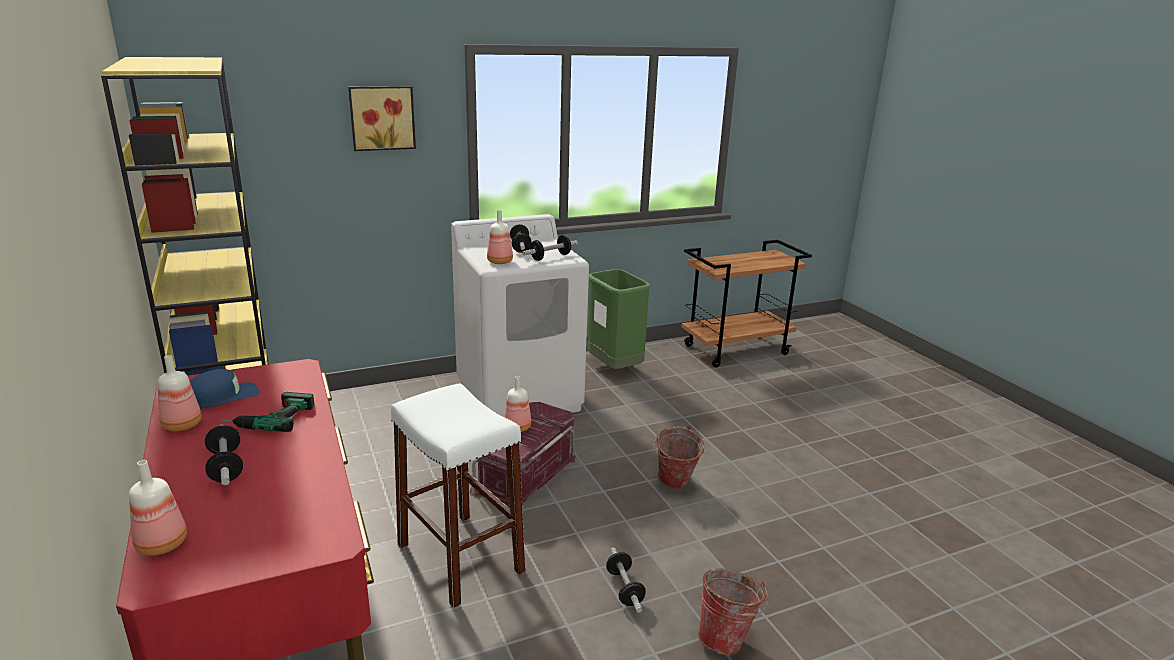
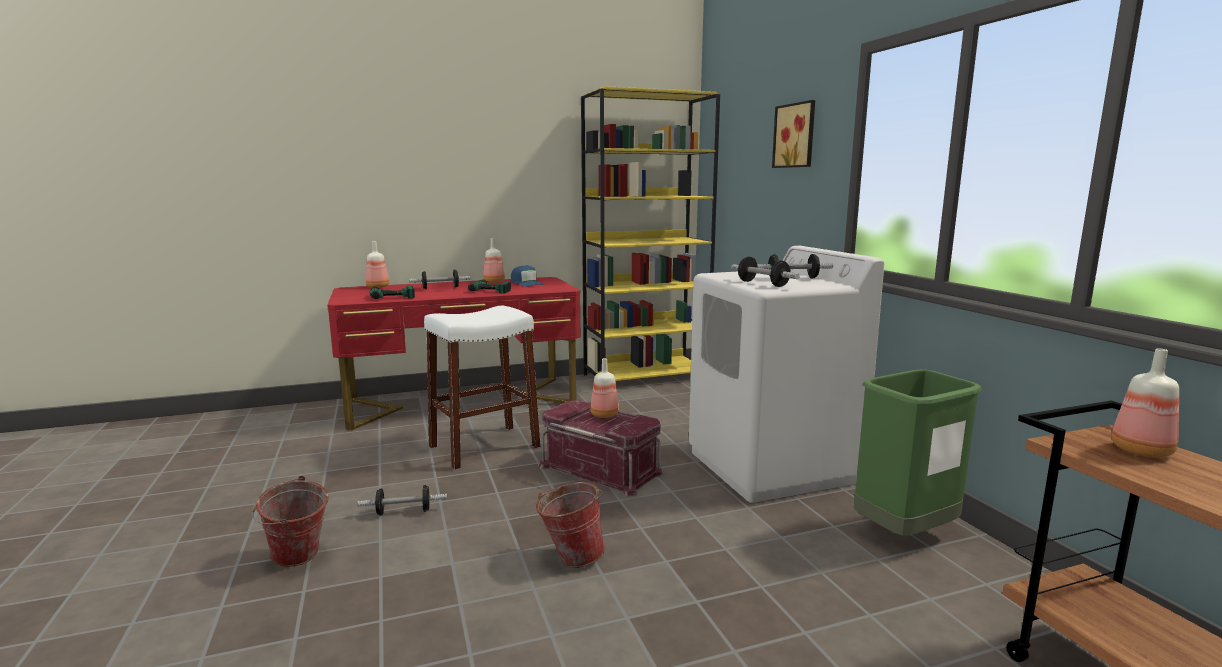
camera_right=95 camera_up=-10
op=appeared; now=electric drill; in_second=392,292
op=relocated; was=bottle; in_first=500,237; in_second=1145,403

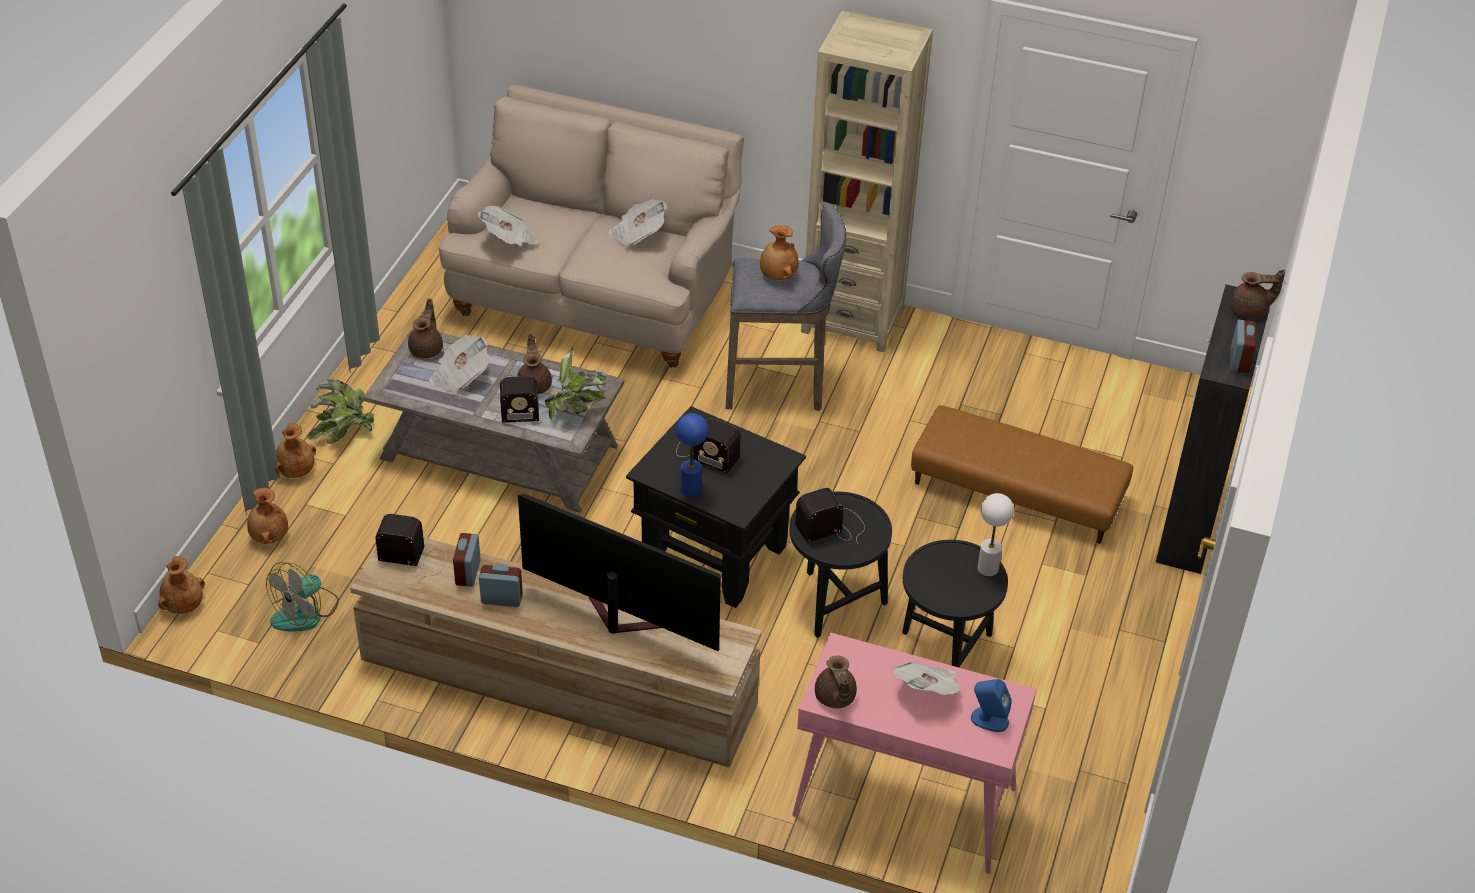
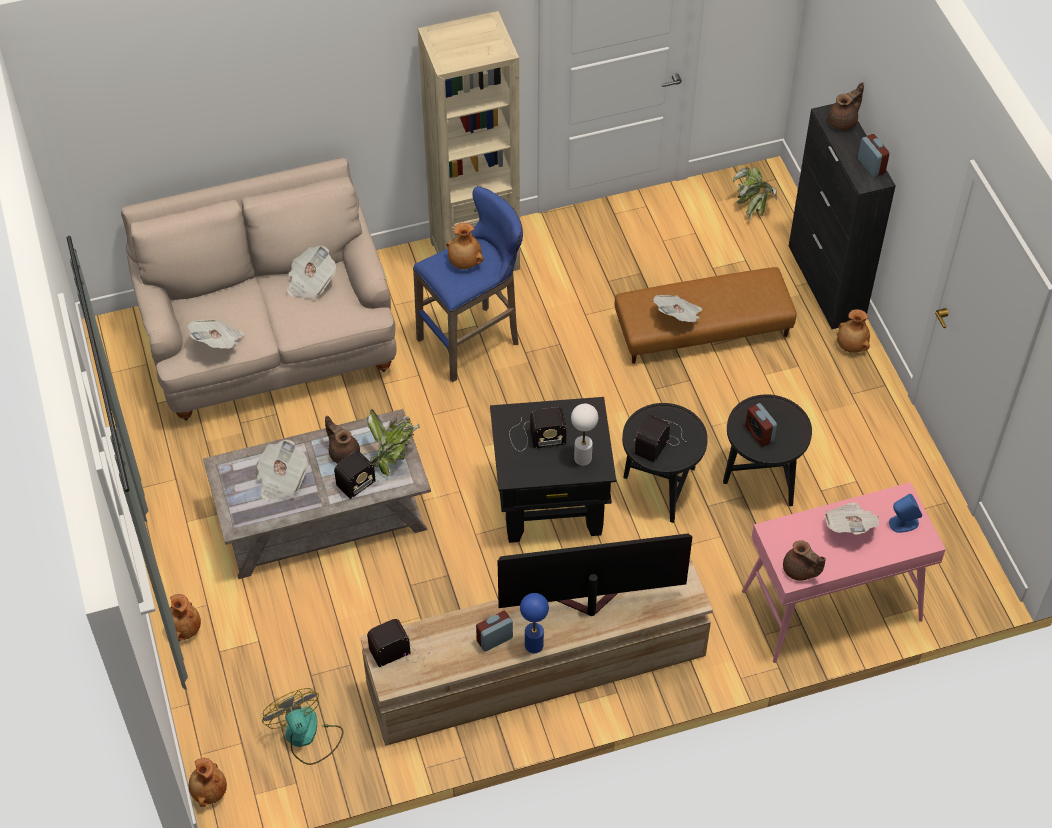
camera_right=-35 camera_up=10
op=spun; was=electric fan; in_first=302,597; in_second=302,726; clockwise=150
op=colour; was=gray stool seat; now=blue-coloured stool seat; in_first=786,307; in_second=468,284
op=relocated; was=blue-coloured tabletop lamp; in_first=692,455; in_second=534,623
op=relocated; was=white-coloured tabletop lamp; in_first=995,534; in_second=584,435
op=appeared; now=daily paper; in_second=677,309
op=relocated; was=plant in a pot; in_first=341,411; in_second=755,193
op=relocated; was=table clock; in_first=467,560; in_second=761,425
op=relocated; was=brown-coloured vase; in_first=267,516; in_second=853,331
op=missing; was=brown-coloured pot for tea; in_first=425,328

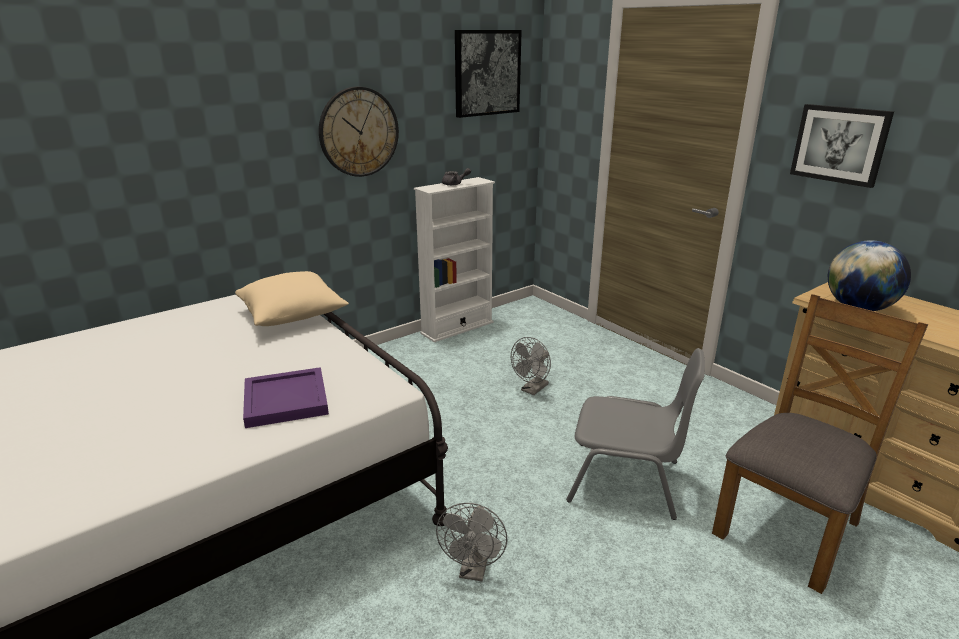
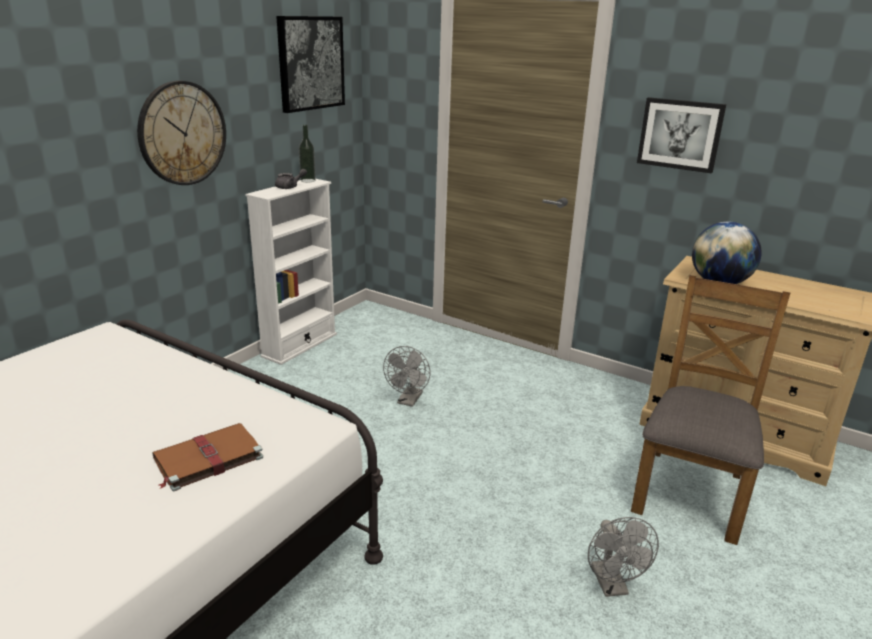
camera_right=-20 camera_up=0
op=exchanged; was=purplish carrying tray; now=brown-coloured book; in_first=286,397; in_second=207,457
op=appeared; now=bottle; in_second=307,153
op=relocated; was=gray electric fan; in_first=471,542; in_second=623,557
op=missing; was=beige-coloured pillow; in_first=292,298
op=missing; was=gray upright chair; in_first=635,434

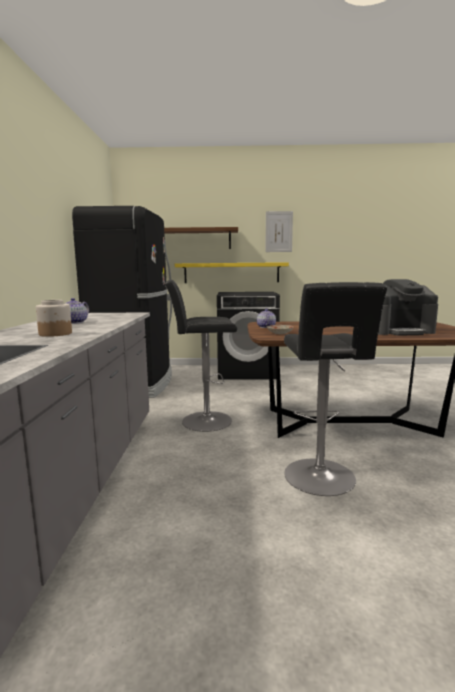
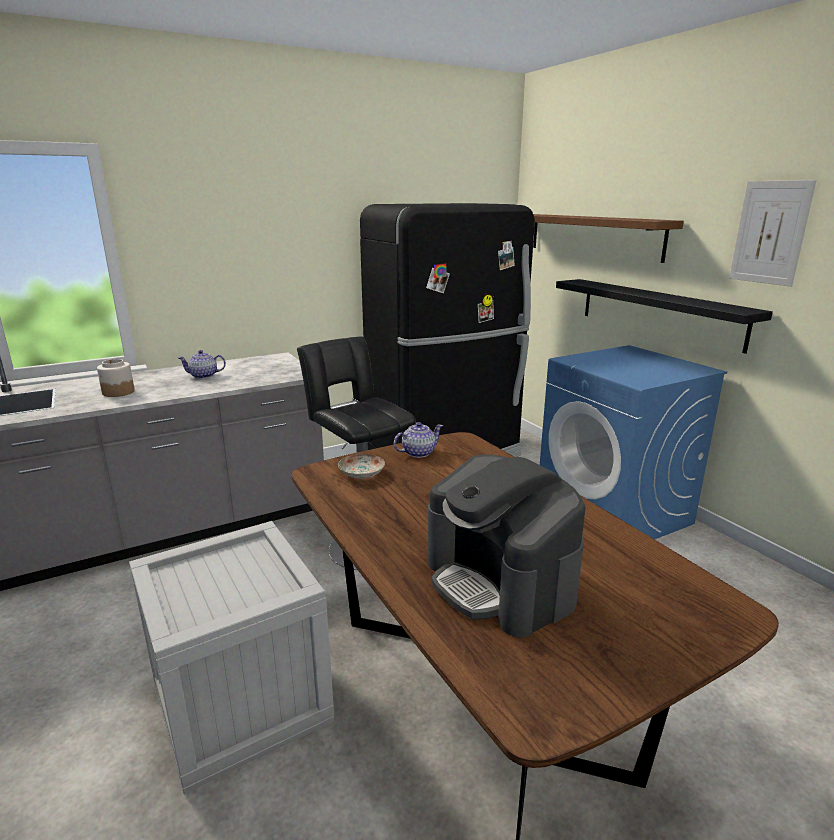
camera_right=60 camera_up=10
op=exchanged; was=black stool seat; now=packing crate; in_first=335,389; in_second=231,657
op=colour; was=black laundry machine; now=blue-coloured laundry machine; in_first=248,336; in_second=633,442
op=colour; was=yellow shelf; now=black shelf; in_first=232,272; in_second=664,316

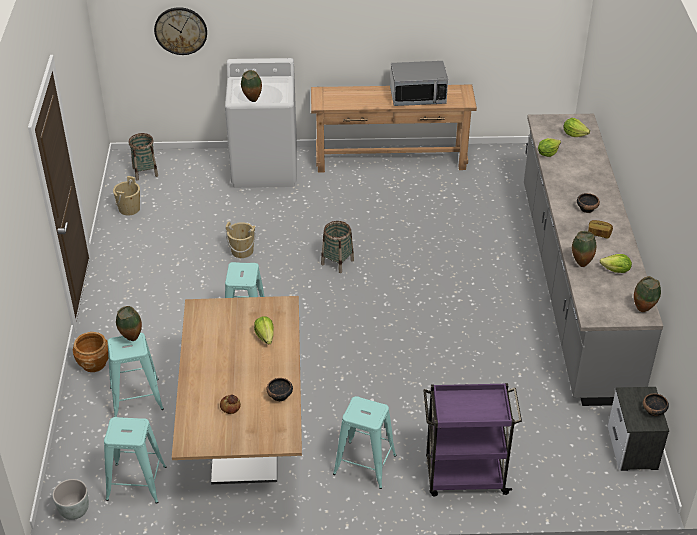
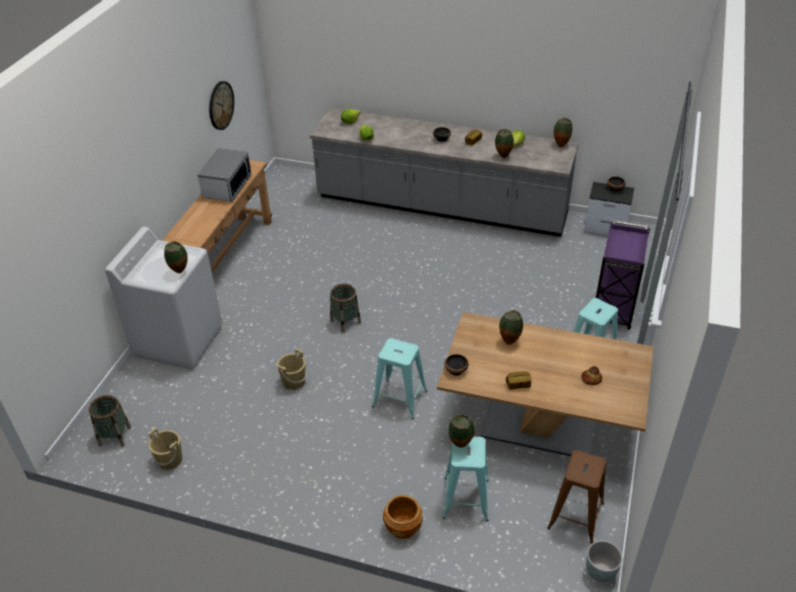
camera_right=-70 camera_up=0
op=relocated; was=wall clock; in_first=180,31; in_second=221,105
op=relocated; was=bowl; in_first=279,389; in_second=457,365
op=exchanged; was=lettuce head; now=vase; in_first=264,331; in_second=511,327
op=appeared; now=bread; in_second=518,380
op=colour; was=blue-green stool seat; now=brown-coloured stool seat; in_first=135,460; in_second=576,497

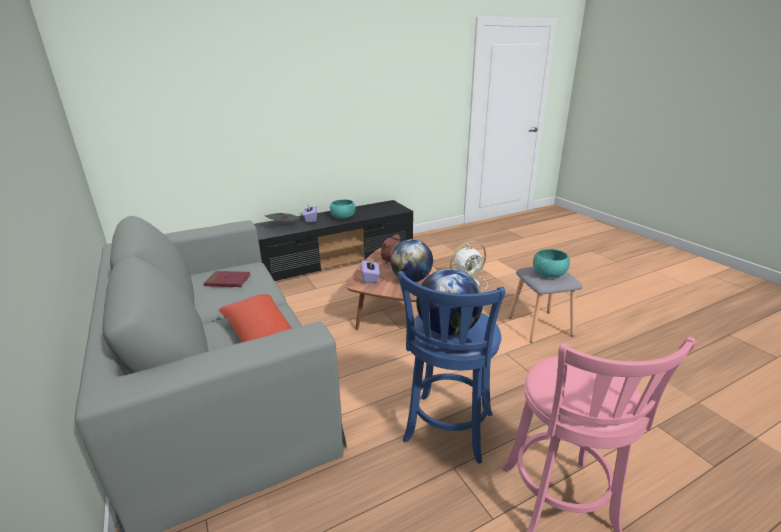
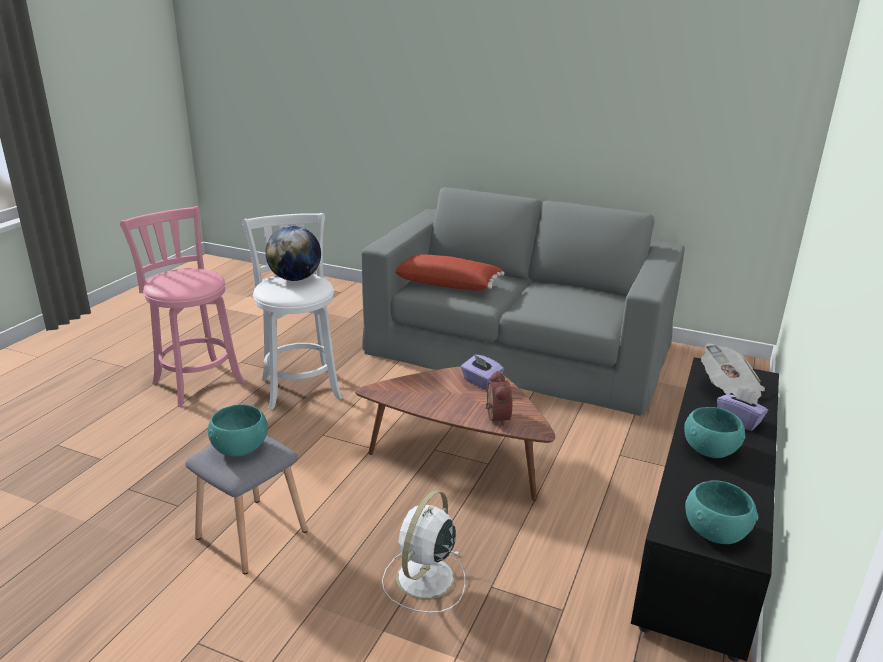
camera_right=140 camera_up=0
op=colour; was=blue-coloured stool seat; now=white-coloured stool seat; in_first=451,367; in_second=292,311
op=appeared; now=blue-green bowl; in_second=722,512
op=missing; was=reddish book; in_first=227,279
op=missing; was=world globe; in_first=411,260

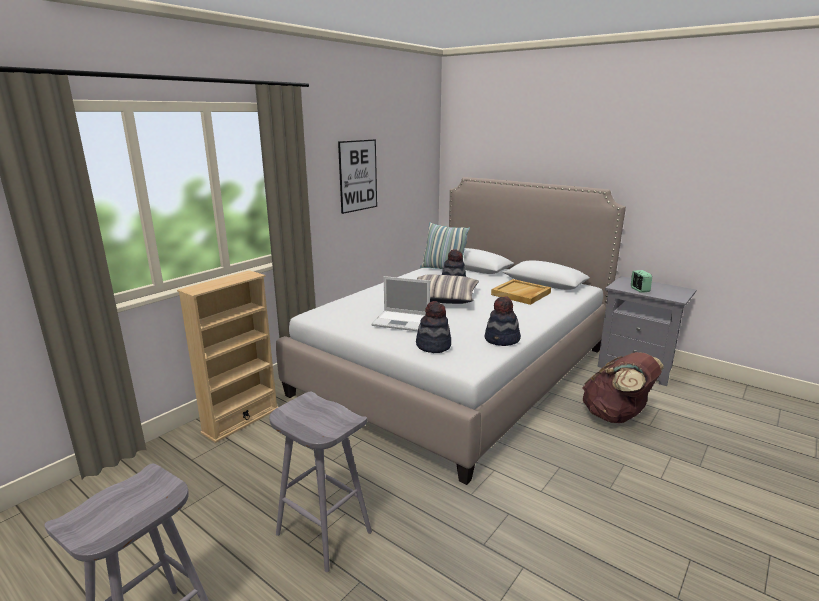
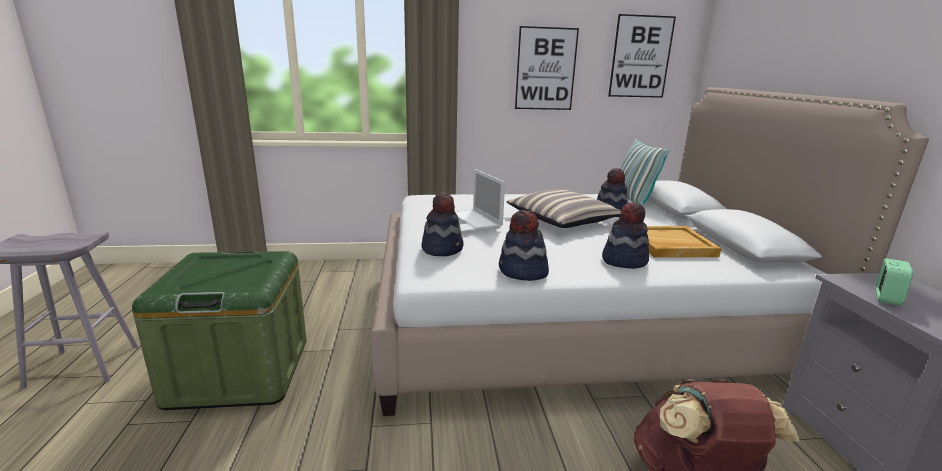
camera_right=45 camera_up=0
op=exchanged; was=gray stool seat; now=greenish storage bin; in_first=320,482; in_second=219,330
op=appeared; now=wearable hat; in_second=625,235
op=appeared; now=picture; in_second=642,56
op=missing; was=beige-coloured bookcase; in_first=227,356

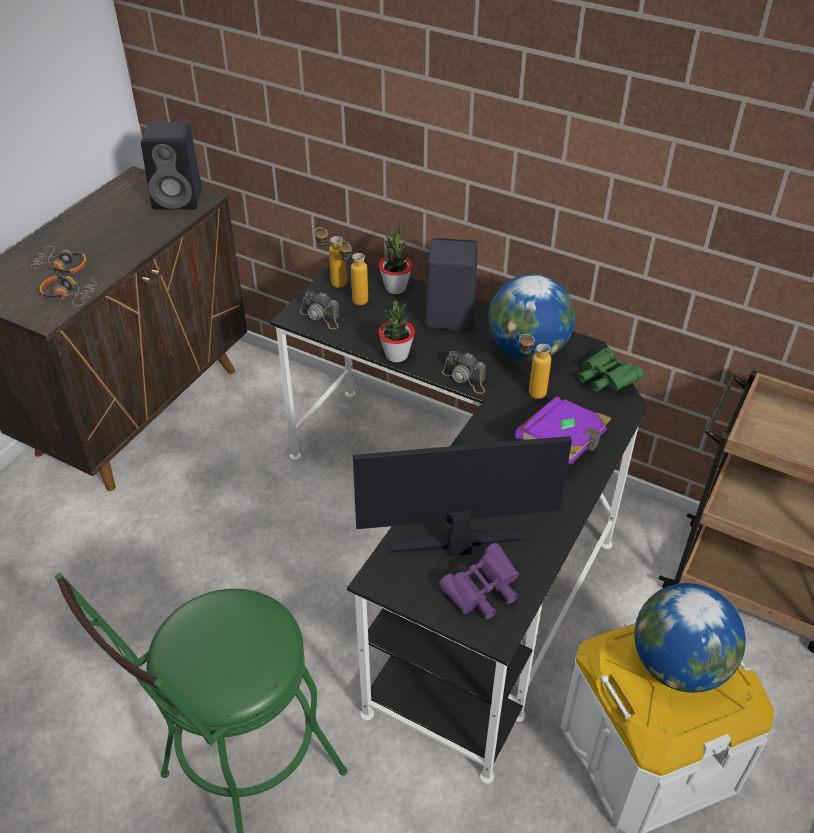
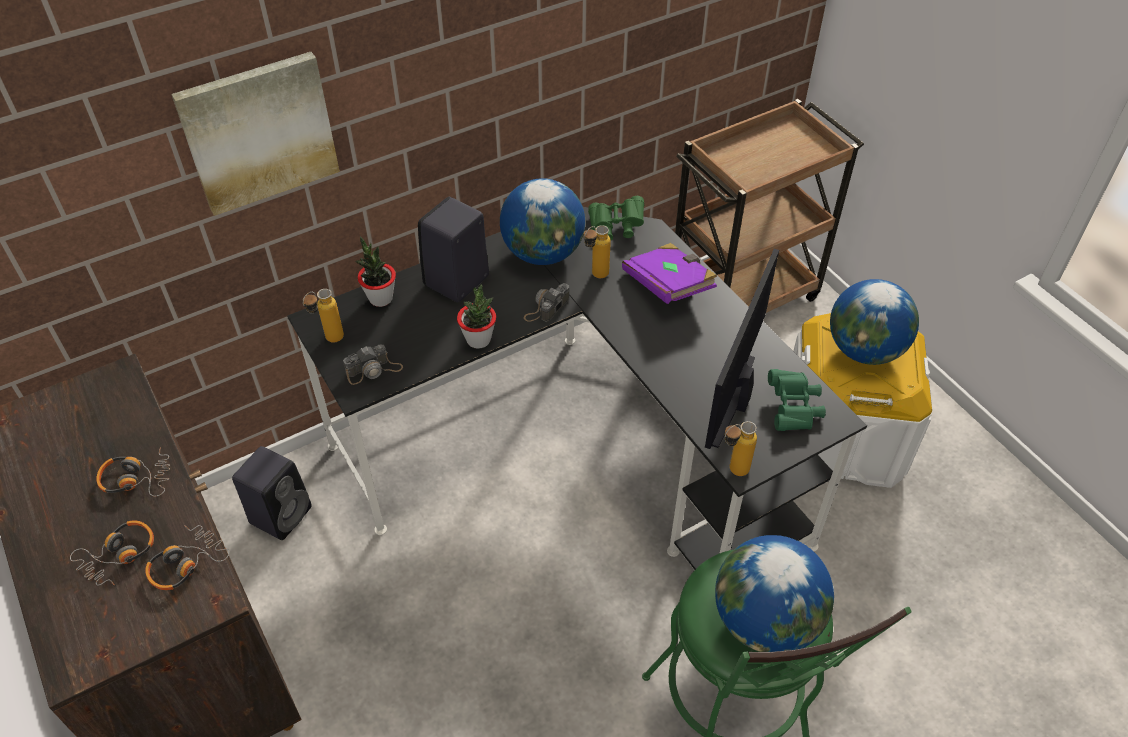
camera_right=-60 camera_up=5
op=appeared; now=pair of headphones; in_second=133,472
op=appeared; now=picture; in_second=255,134
op=relocated; was=black speaker; in_first=171,166; in_second=272,493
op=spun; was=still camera; in_first=464,372; in_second=546,302; clockwise=150
op=appeared; now=world globe; in_second=774,593
op=relocated; was=bottle; in_first=353,273; in_second=740,448
op=colour; was=purplish pair of binoculars; now=greenish pair of binoculars; in_first=479,581; in_second=797,400

